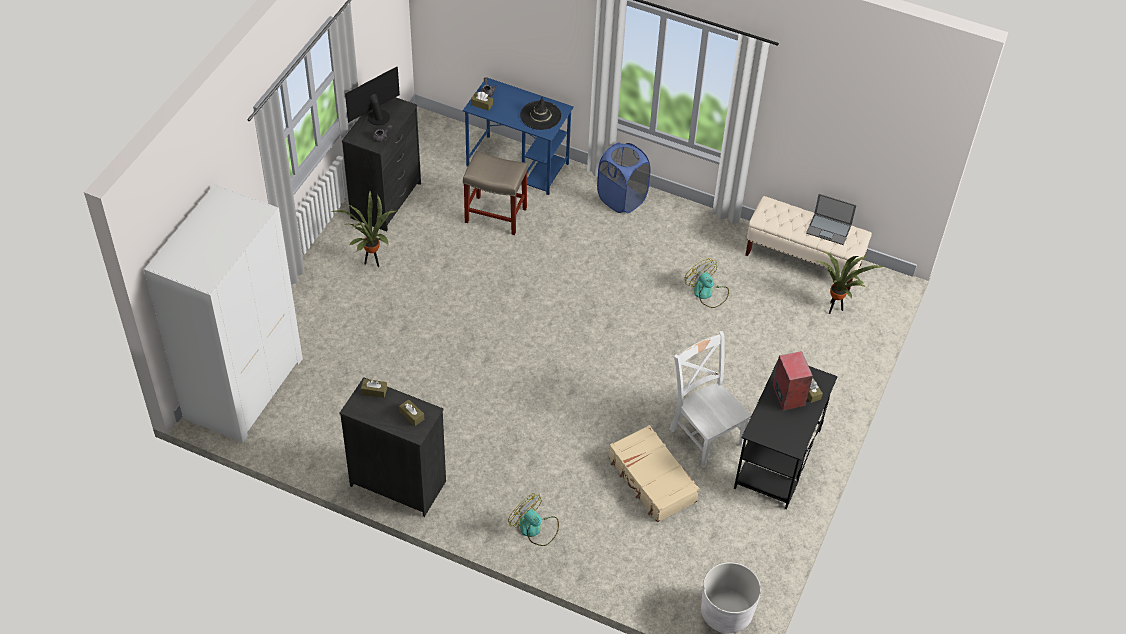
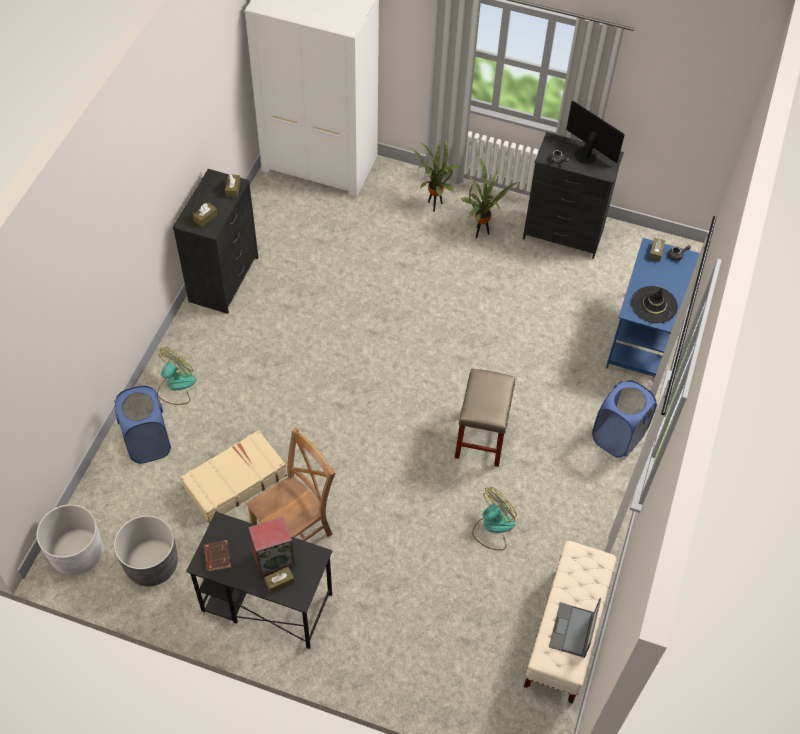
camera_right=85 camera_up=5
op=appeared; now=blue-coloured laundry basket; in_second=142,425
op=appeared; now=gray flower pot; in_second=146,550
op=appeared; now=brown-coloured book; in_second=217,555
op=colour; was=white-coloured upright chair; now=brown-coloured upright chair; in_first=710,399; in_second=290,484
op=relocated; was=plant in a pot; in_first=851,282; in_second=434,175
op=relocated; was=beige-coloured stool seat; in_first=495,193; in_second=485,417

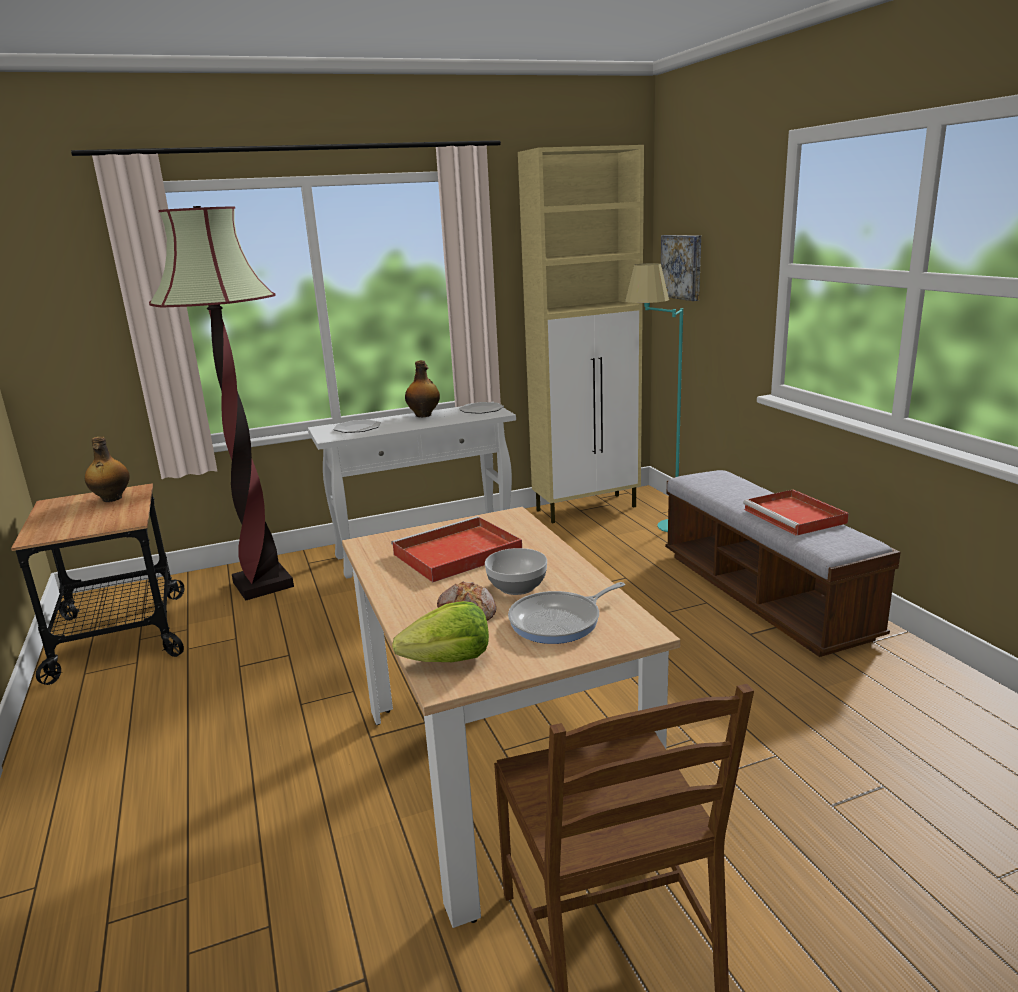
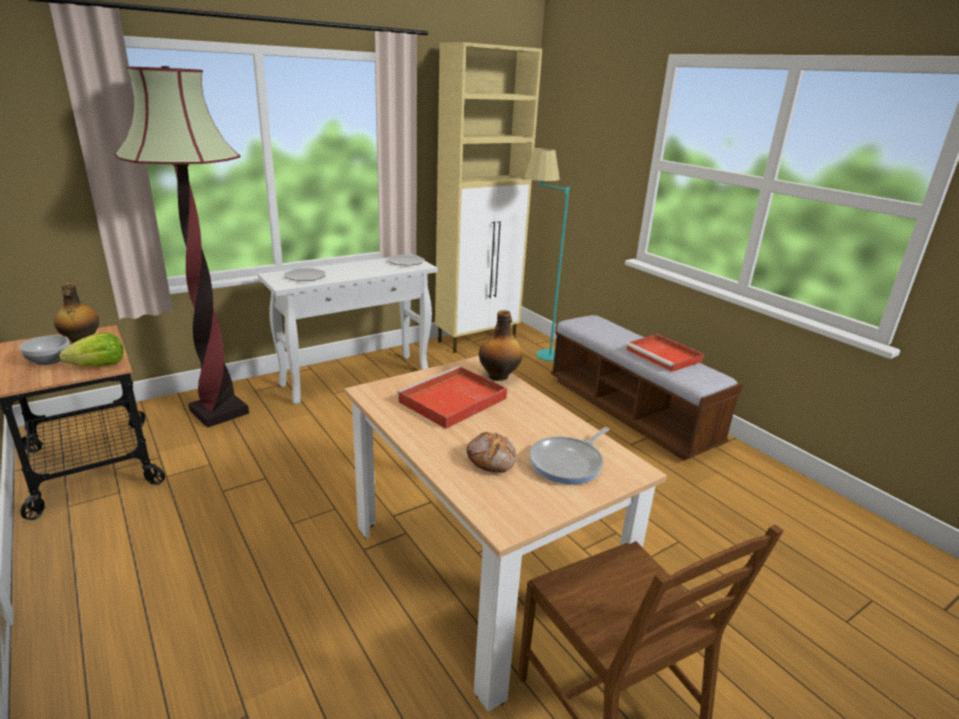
camera_right=-15 camera_up=5
op=relocated; was=bowl; in_first=516,571; in_second=44,350
op=relocated; was=lettuce head; in_first=440,631; in_second=92,350
op=relocated; was=bottle; in_first=422,388; in_second=501,345
op=missing; was=picture; in_first=681,268

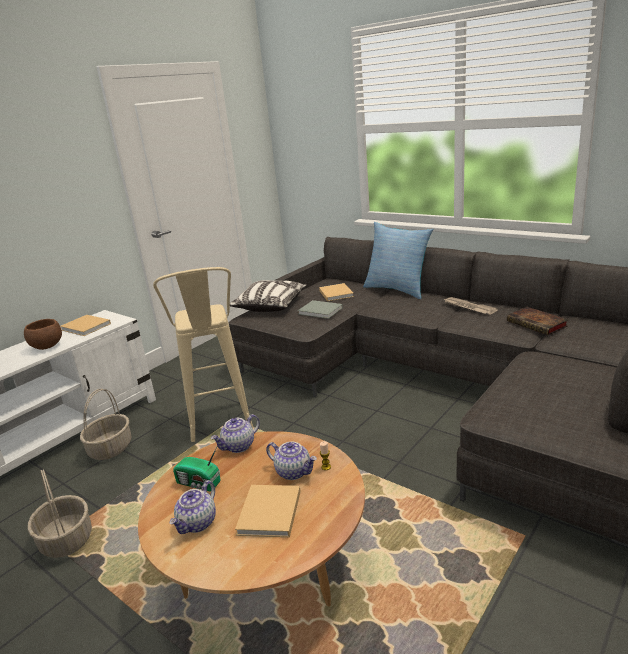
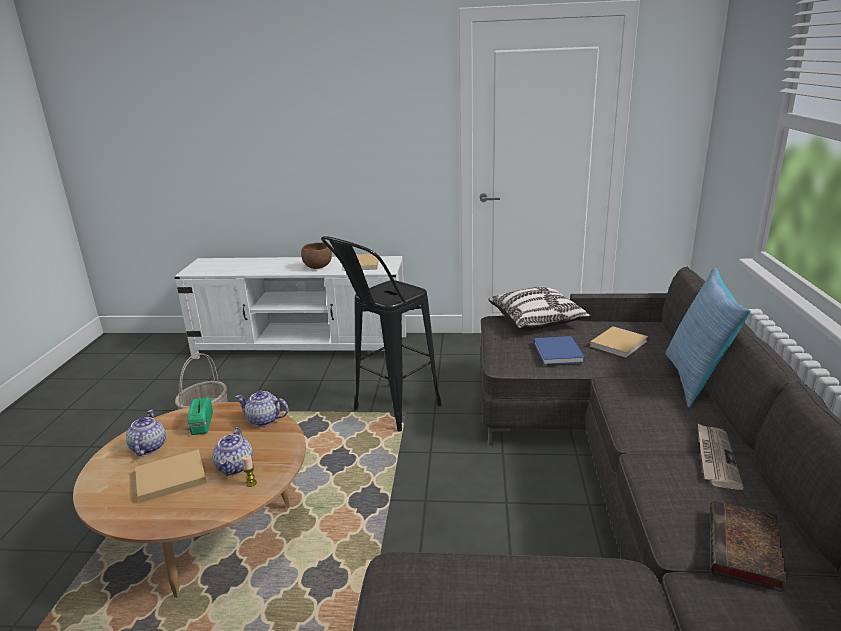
camera_right=55 camera_up=0
op=spun; was=pot for tea; in_first=192,507; in_second=146,433; clockwise=90
op=colour; was=beige-coloured stool seat; now=black stool seat; in_first=203,354; in_second=381,334
op=colour; was=gray book; now=blue-coloured book; in_first=320,309; in_second=559,350
op=missing; was=basket; in_first=106,424

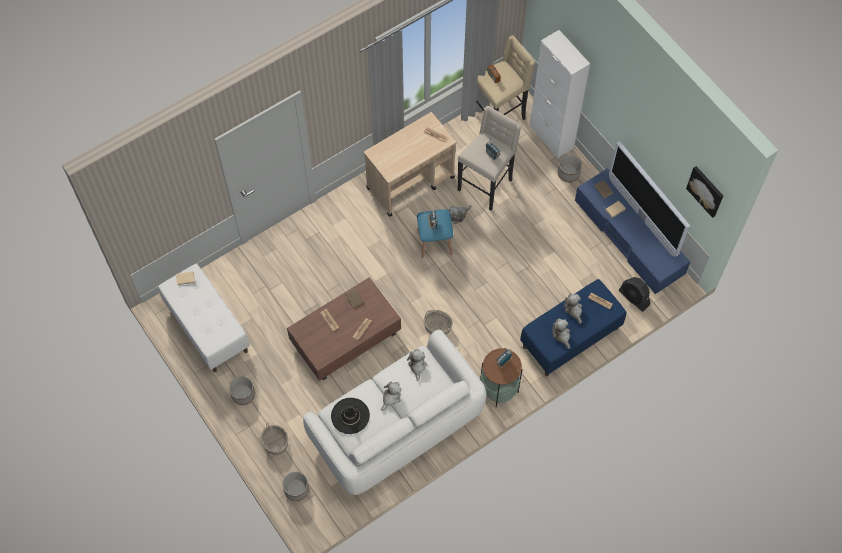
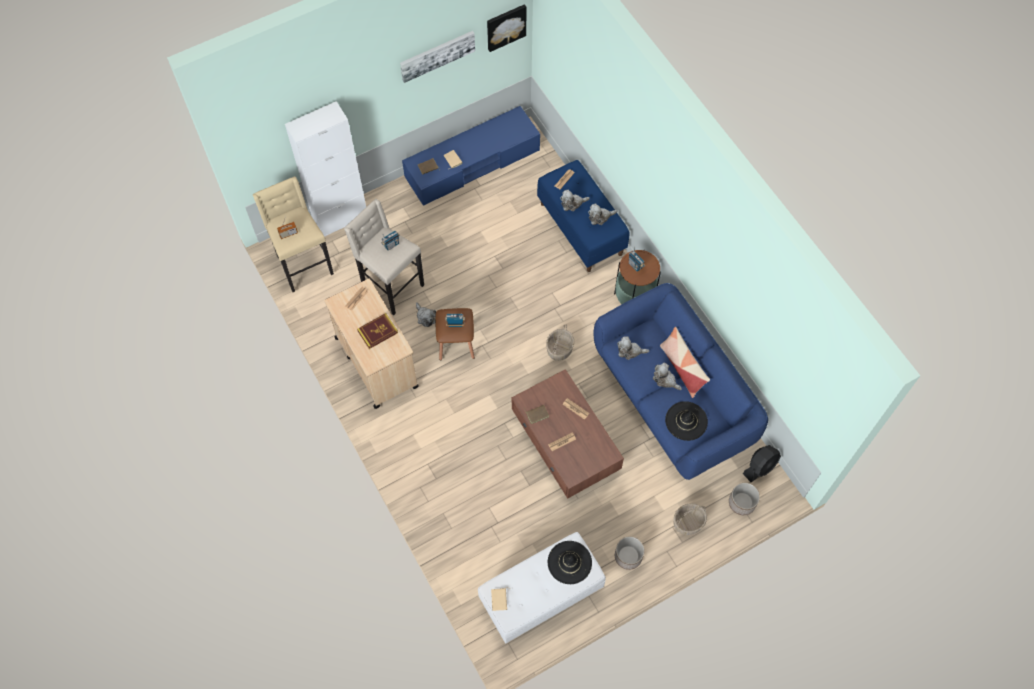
camera_right=-85 camera_up=0
op=appeared; now=book; in_second=377,331
op=appeared; now=picture; in_second=437,57
op=colour; was=blue-coloured stool seat; now=brown-coloured stool seat; in_first=435,234; in_second=455,334
op=appeared; now=black wearable hat; in_second=570,562
op=colour; was=white-coloured settee; now=blue-coloured settee; in_first=395,412; in_second=681,381
op=appeared; now=pillow; in_second=685,362
op=relocated; was=black electric fan; in_first=634,294; in_second=762,463
op=missing; was=flower pot; in_first=570,168
op=missing; was=TV set; in_first=649,199

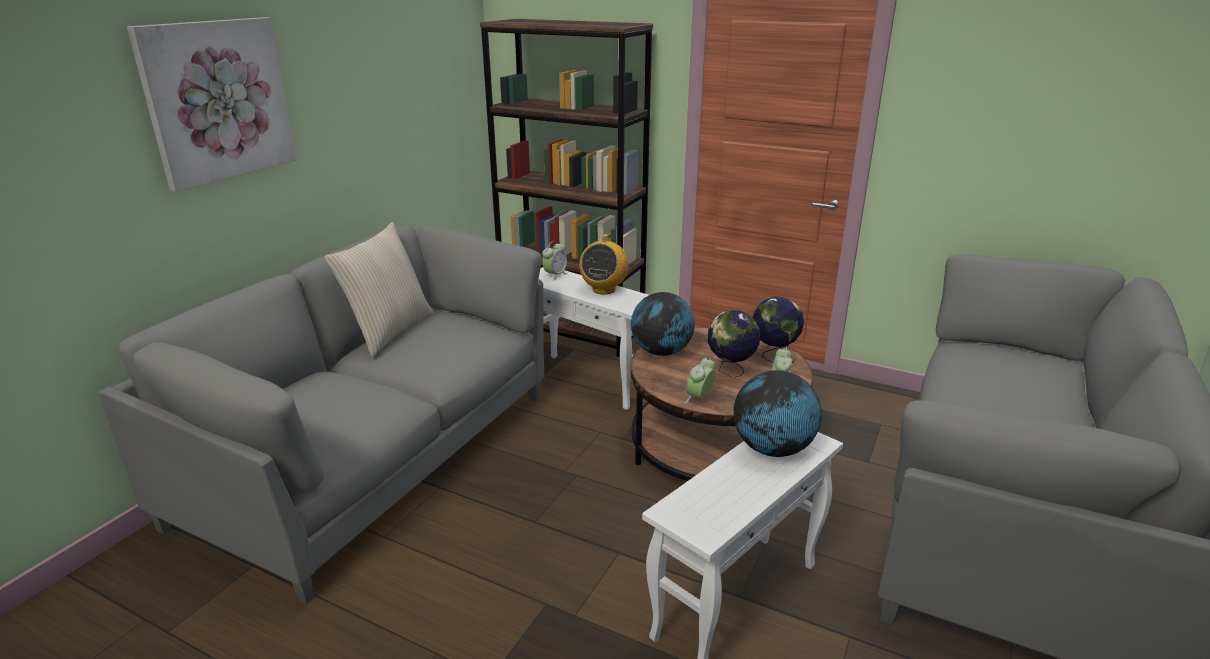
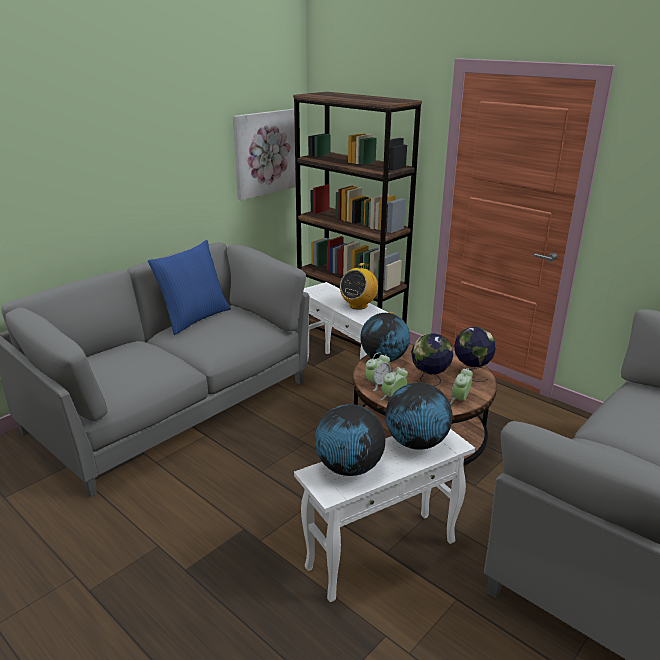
camera_right=15 camera_up=0
op=colour; was=beige-coloured pillow; now=blue-coloured pillow; in_first=379,289; in_second=189,287
op=relocated; was=picture; in_first=212,104; in_second=264,154
op=appeared; now=world globe; in_second=350,440
op=relocated; was=table clock; in_first=555,261; in_second=378,371

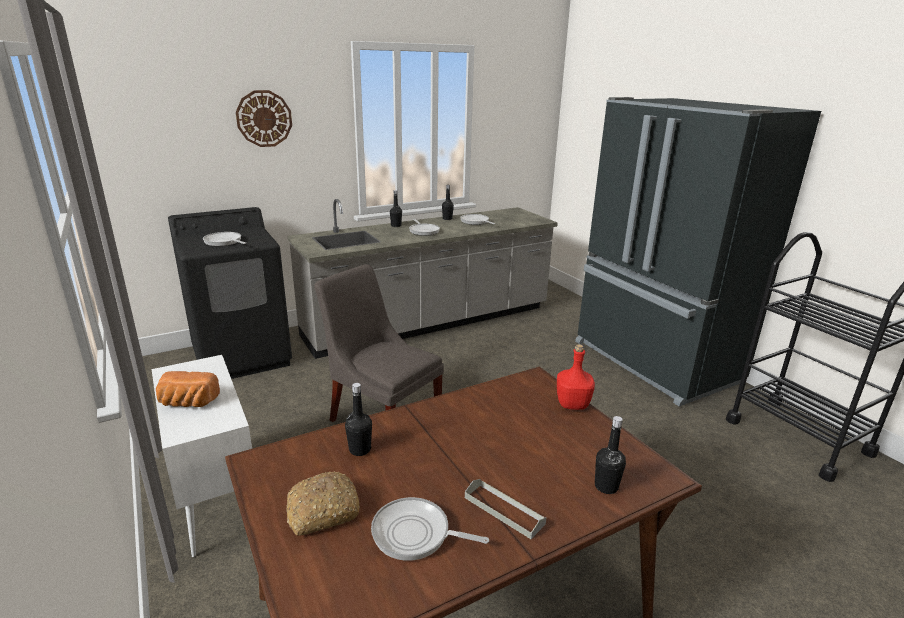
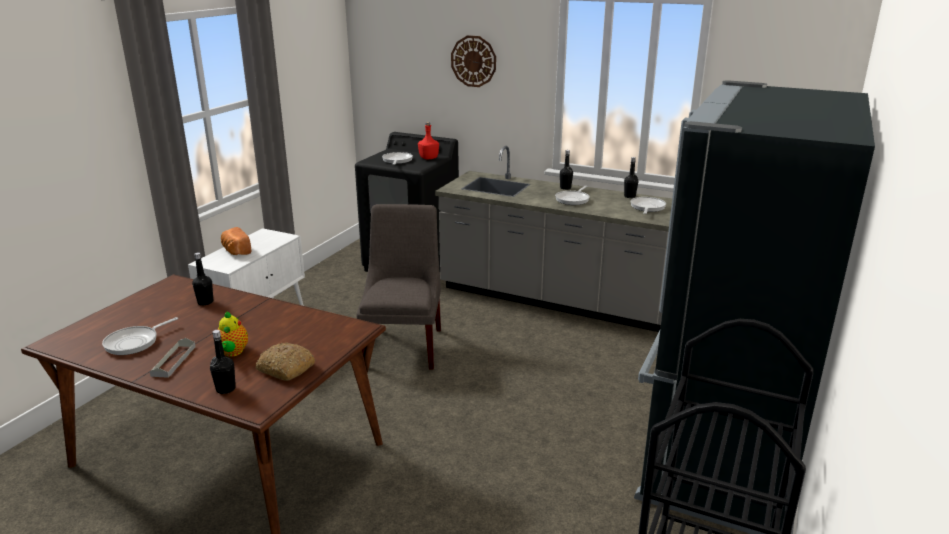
camera_right=55 camera_up=0
op=spun; was=skillet; in_first=430,529; in_second=140,336; clockwise=-120
op=appeared; now=pot for tea; in_second=232,334
op=relocated; was=bread; in_first=323,503; in_second=285,361
op=relocated; was=reddish bottle; in_first=576,377; in_second=428,140

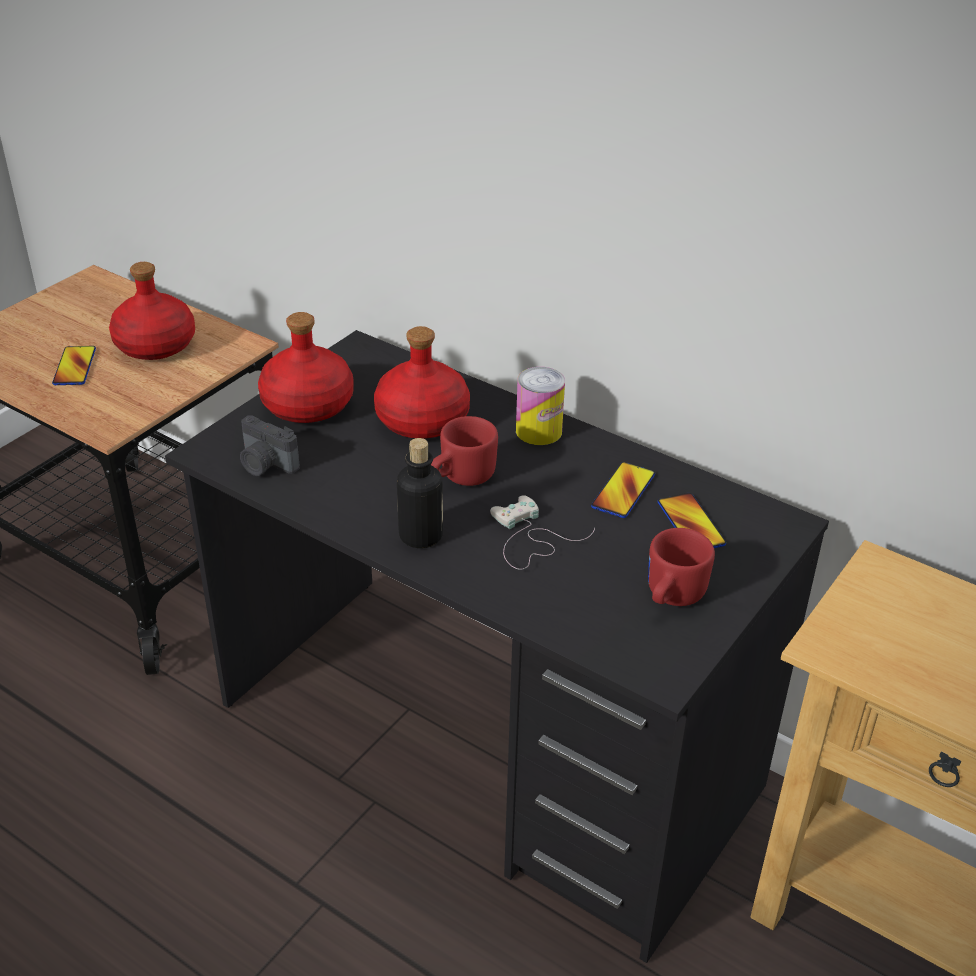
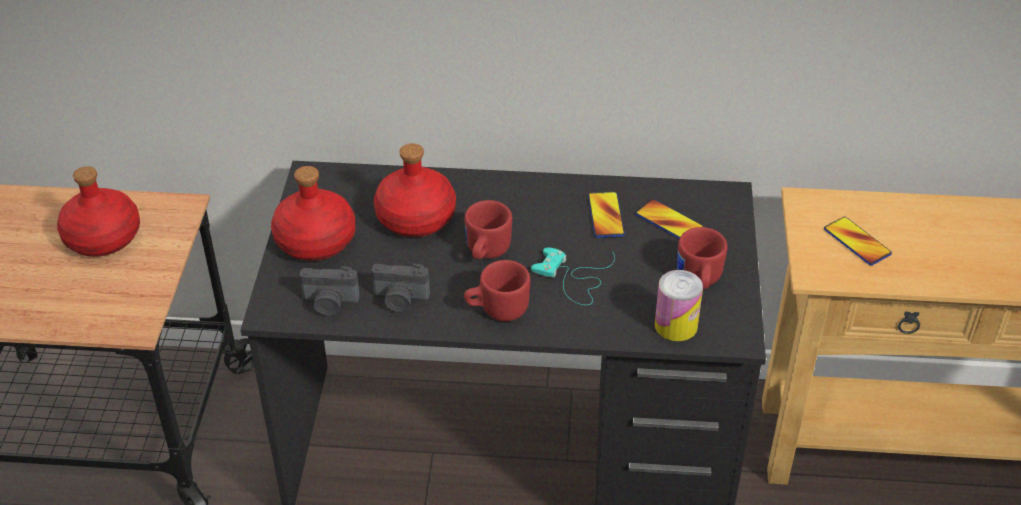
camera_right=-30 camera_up=5
op=appeared; now=still camera; in_second=400,288
op=exchanged; was=bottle; now=reddish coffee mug; in_first=420,493; in_second=497,290
op=colour; was=white-coloured game controller; now=blue-green game controller; in_first=542,532; in_second=573,276
op=relocated; was=can; in_first=540,406; in_second=679,305
op=relocated; was=handset; in_first=74,365; in_second=858,241

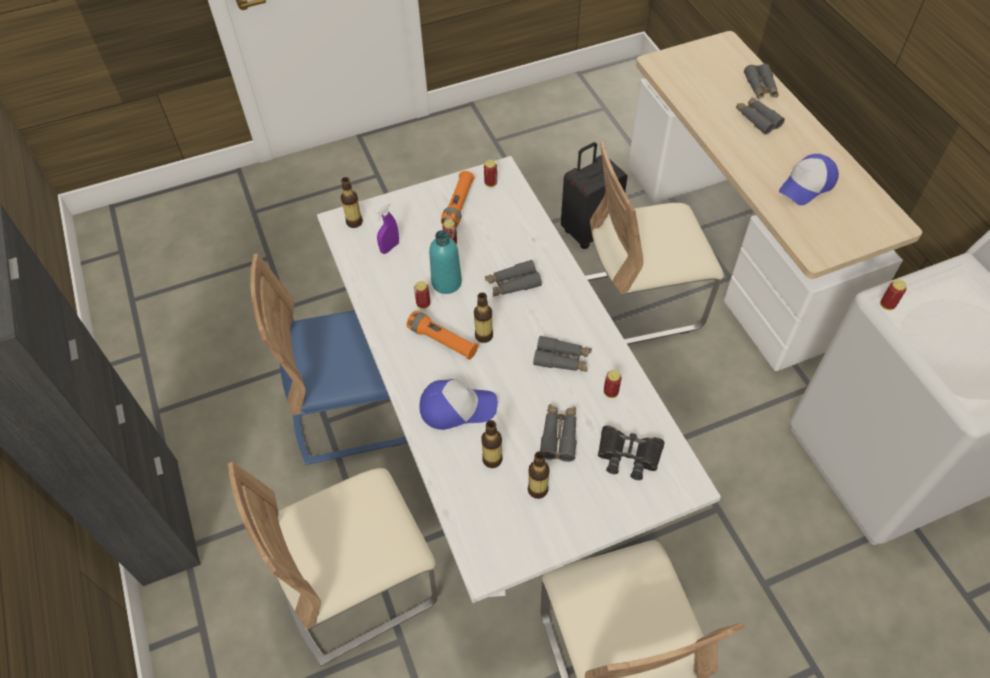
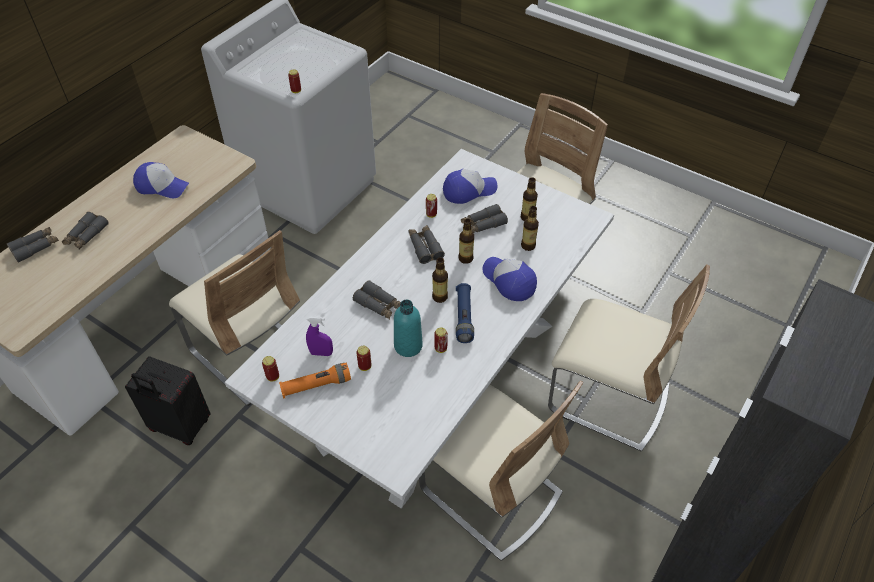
camera_right=-125 camera_up=-5
op=relocated; was=purplish sprayer; in_first=387,228; in_second=319,336
op=colour; was=blue-coloured upright chair; now=beige-coloured upright chair; in_first=329,359; in_second=501,470
op=exchanged; was=black pair of binoculars; now=baseball cap; in_first=631,453; in_second=470,186
op=colour; was=orange hand torch; now=blue-coloured hand torch; in_first=442,335; in_second=465,313
op=relocated; was=bottle; in_first=352,202; in_second=466,241

